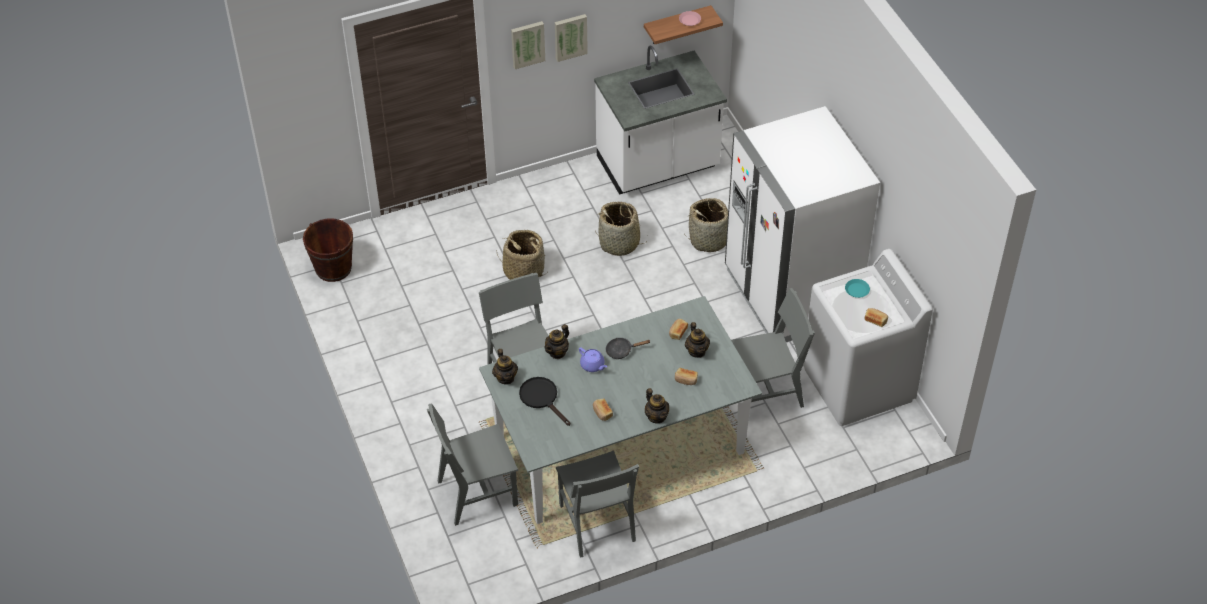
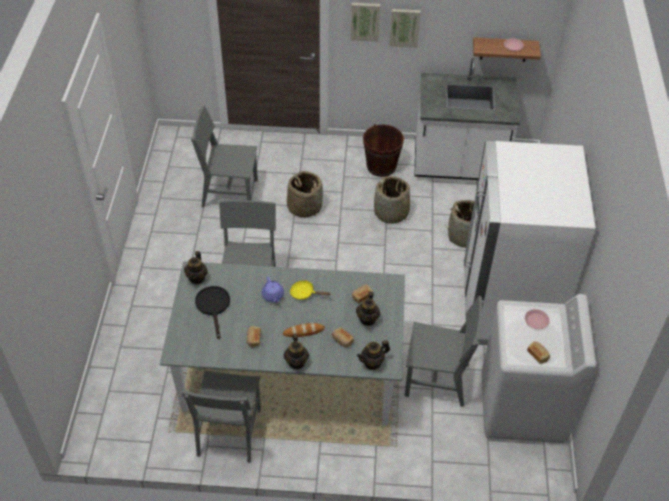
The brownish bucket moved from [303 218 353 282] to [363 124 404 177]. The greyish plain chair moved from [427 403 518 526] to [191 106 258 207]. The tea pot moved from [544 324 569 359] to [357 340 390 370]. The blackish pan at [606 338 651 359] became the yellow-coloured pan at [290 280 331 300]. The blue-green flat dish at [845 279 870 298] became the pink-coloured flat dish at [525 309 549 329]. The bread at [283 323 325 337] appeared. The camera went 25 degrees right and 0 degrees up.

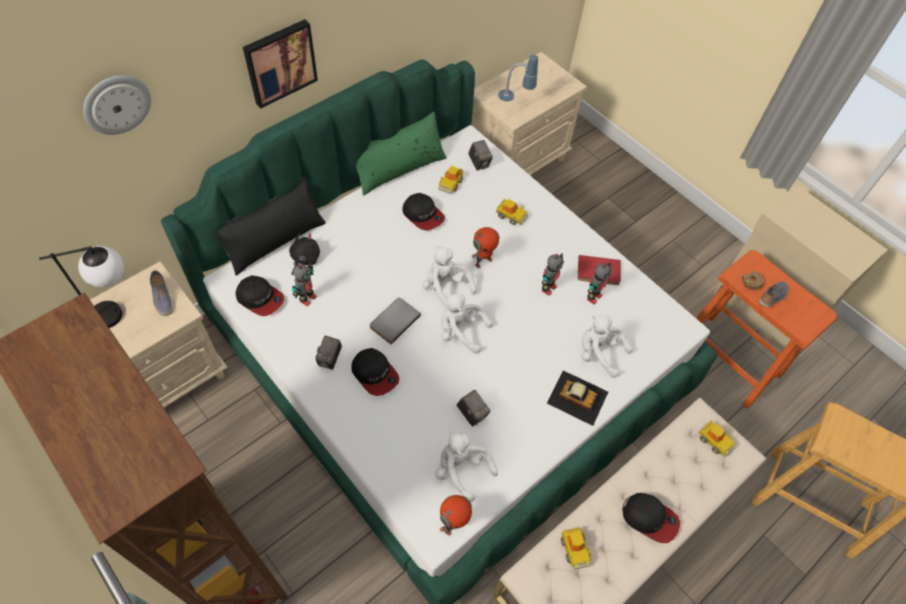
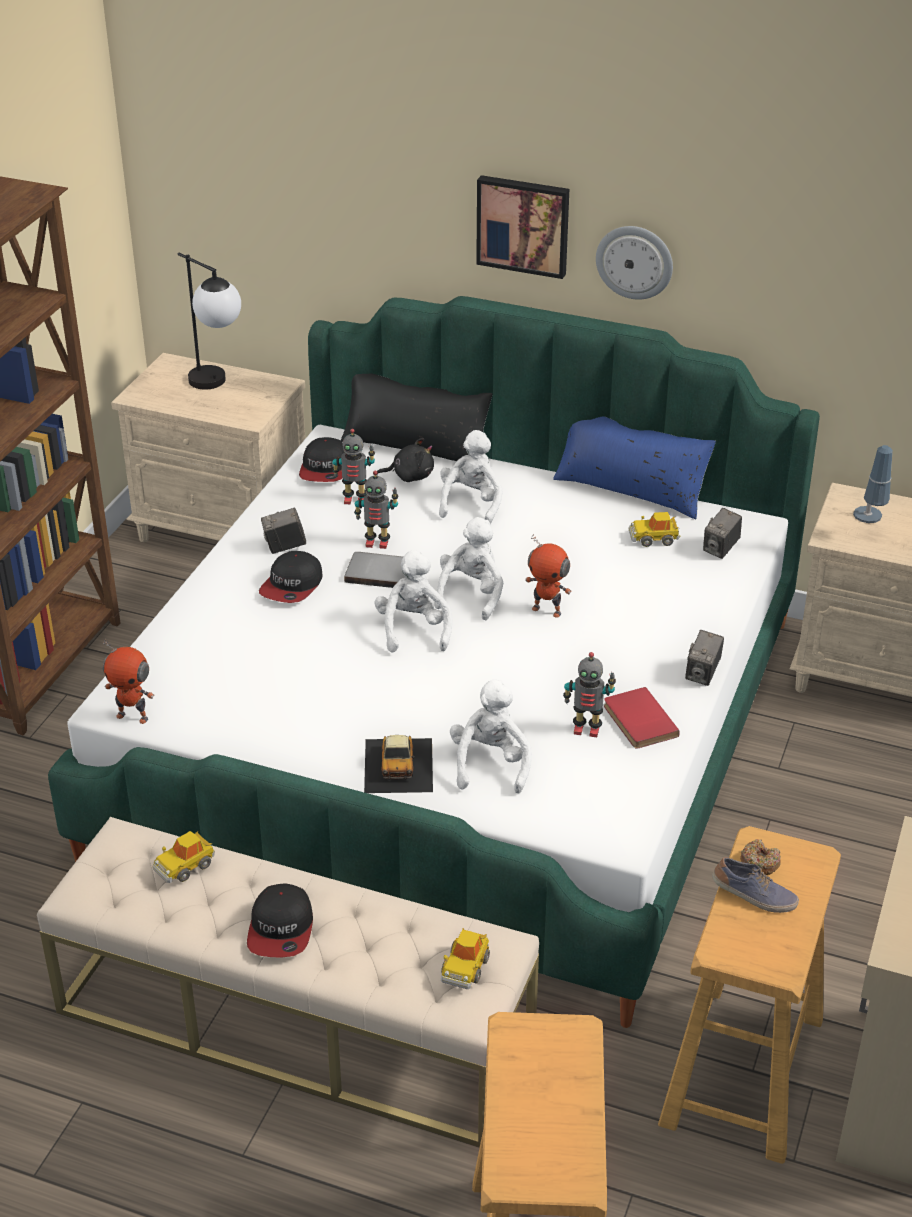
The clock on the wall moved from [83 75 151 135] to [596 226 673 300]. The low shoe at [150 270 173 316] disappeared. The greenish cushion at [356 112 447 196] became the blue-coloured cushion at [553 416 716 519]. The cap at [403 193 445 231] disappeared. The whitish plush toy moved from [435 431 498 502] to [439 430 503 524]. The still camera moved from [457 390 491 427] to [685 630 724 686]. The miniature car at [496 198 528 225] disappeared. The model robot moved from [542 253 564 296] to [354 471 398 549]. The orange-coloured sitting stool at [696 250 838 409] became the beige-coloured sitting stool at [658 826 841 1164]. The camera went 65 degrees right and 20 degrees down.

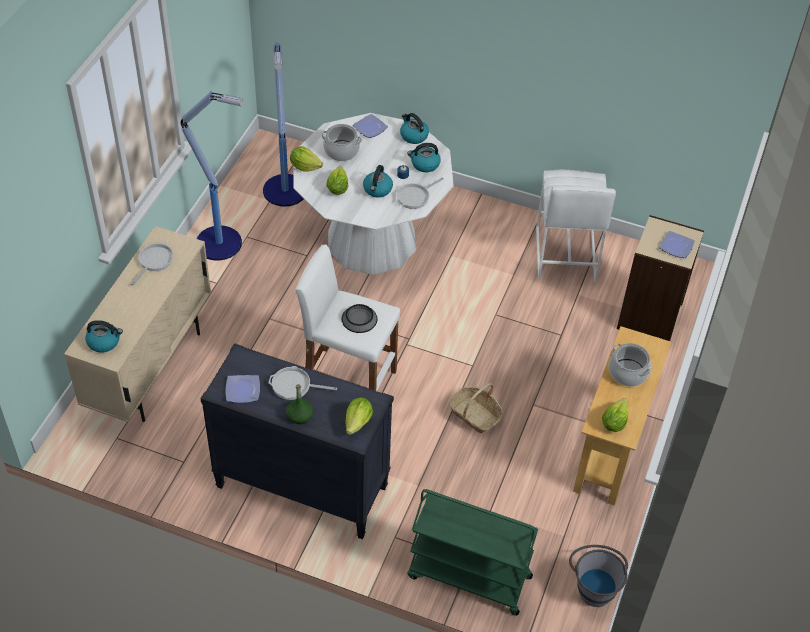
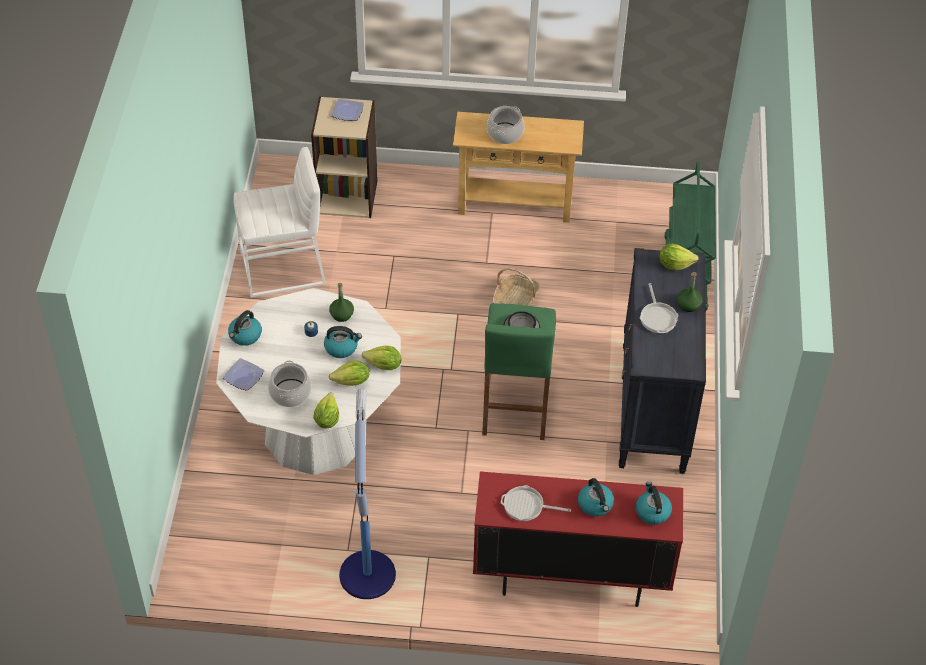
The beige-coloured storage cabinet at [64 226 211 422] became the reddish storage cabinet at [473 471 683 607]. The flat dish at [226 375 260 403] disappeared. The floor lamp at [263 43 304 206] disappeared. The whitish sitting stool at [296 245 400 391] became the greenish sitting stool at [482 303 556 440]. The pan at [396 177 444 209] was replaced by the greenish bottle at [329 283 354 322]. The kettle moved from [407 143 441 172] to [578 478 614 516]. The greyish bucket at [569 545 628 607] disappeared. The head of lettuce moved from [602 398 628 432] to [362 346 401 370]. The camera went 105 degrees left and 0 degrees up.

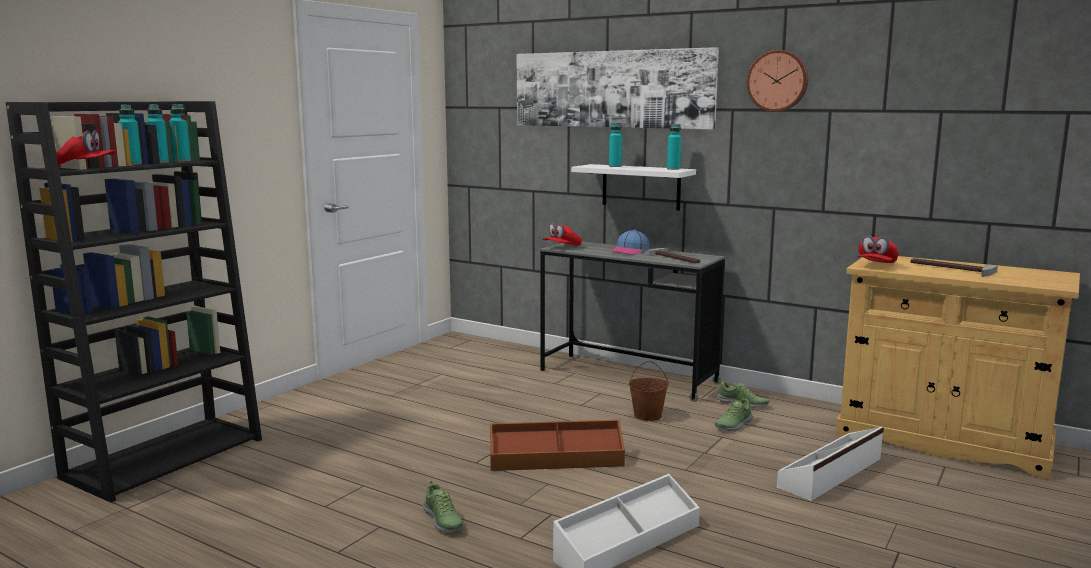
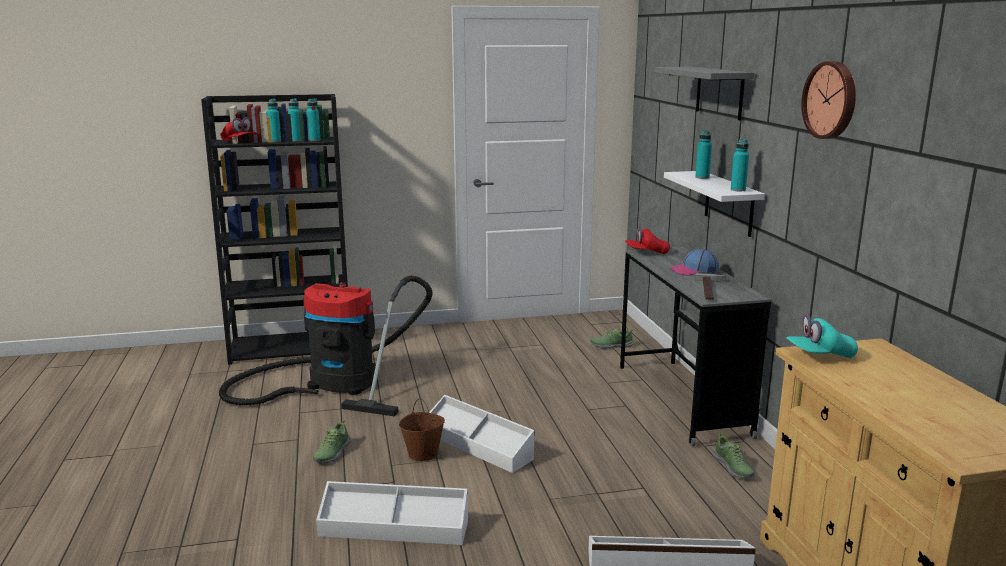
The brownish storage bin at [490 420 625 471] became the whitish storage bin at [429 395 535 473]. The picture at [517 47 719 130] was replaced by the greyish wall shelf at [655 67 754 120]. The brownish bucket moved from [629 361 669 421] to [399 398 445 461]. The low shoe moved from [715 397 753 432] to [590 328 633 349]. The reddish cap at [857 235 899 263] became the blue-green cap at [786 314 858 358]. The hand hammer at [910 258 998 277] disappeared. The vacuum at [219 275 432 417] appeared. The camera went 45 degrees right and 5 degrees up.

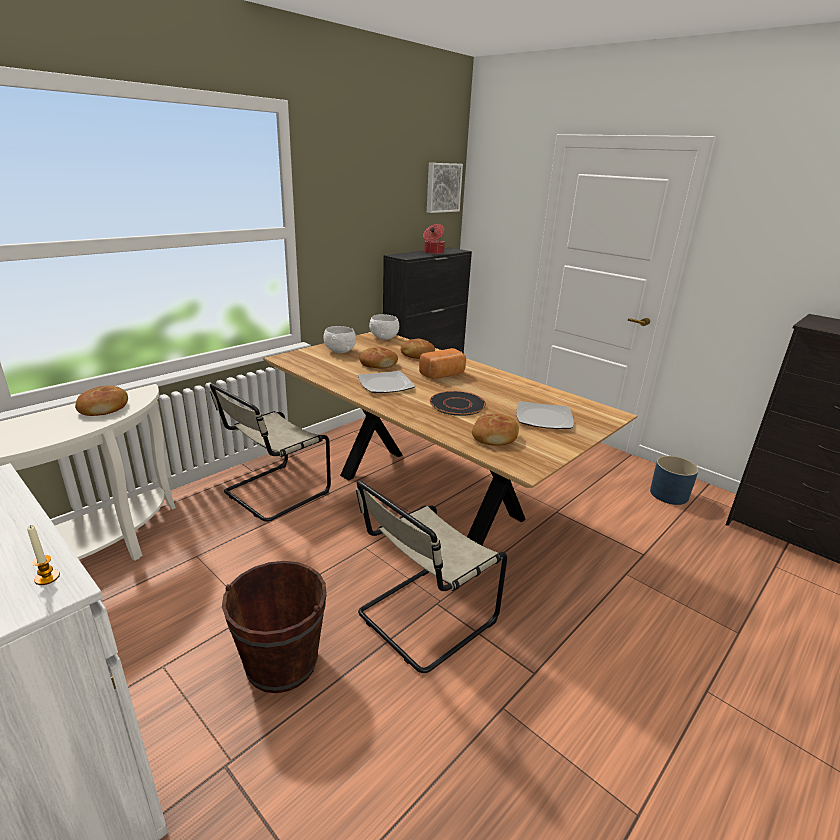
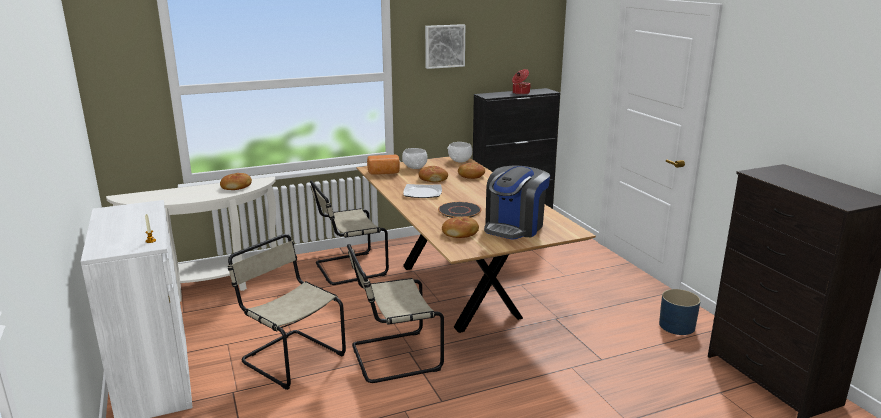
The brownish bucket at [222 561 327 693] was replaced by the beige-coloured plain chair at [228 234 346 390]. The bread moved from [419 348 466 379] to [367 155 400 175]. The picture moved from [427 163 463 213] to [425 24 465 69]. The flat dish at [516 401 574 429] was replaced by the coffee machine at [484 166 550 240]. The camera went 25 degrees right and 5 degrees down.

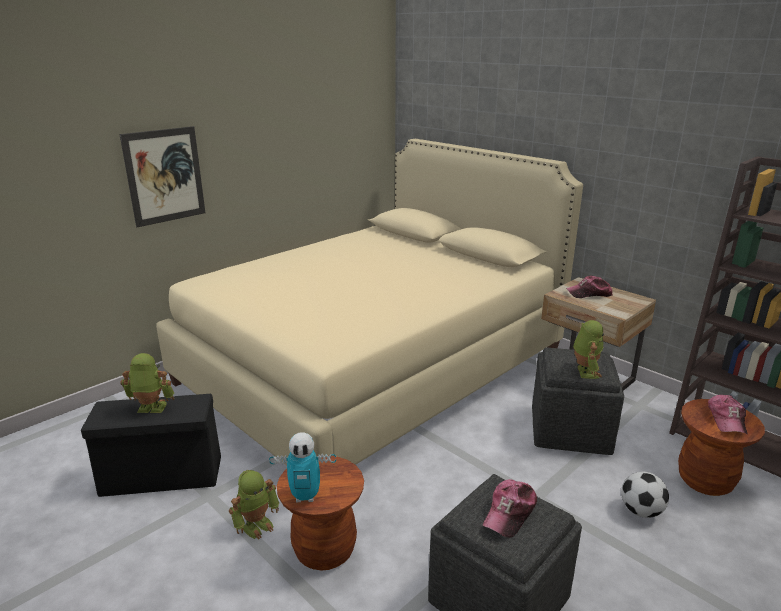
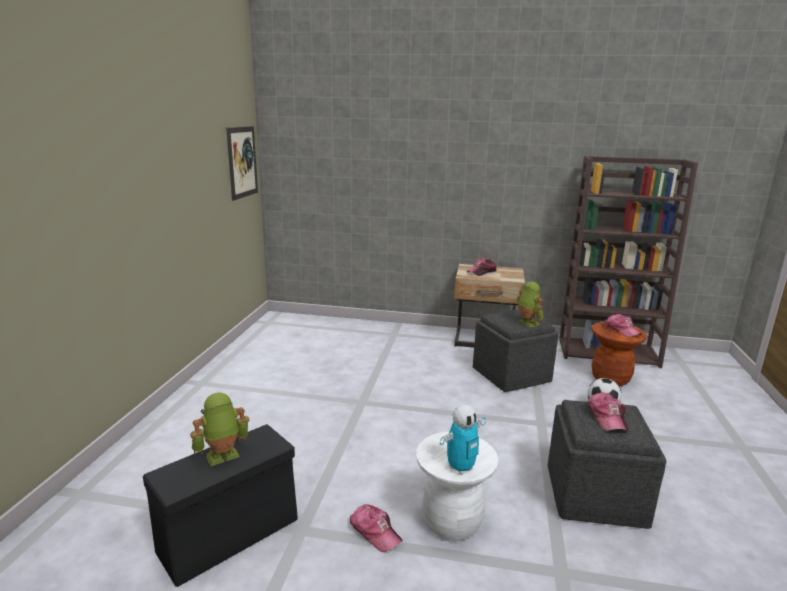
The picture moved from [120 126 205 227] to [226 126 258 201]. The beige-coloured sleeping bed at [156 139 583 465] disappeared. The model robot at [229 470 279 539] was replaced by the cap at [350 504 403 552]. The brownish sitting stool at [277 455 364 571] became the whitish sitting stool at [416 432 498 541]. The camera went 35 degrees left and 5 degrees down.

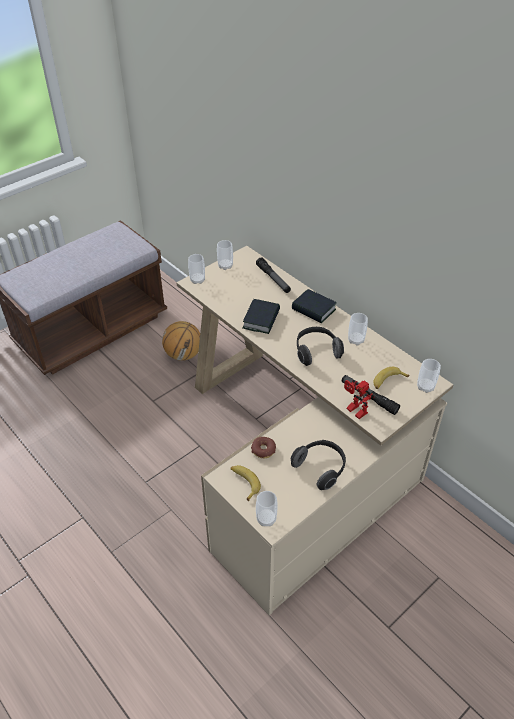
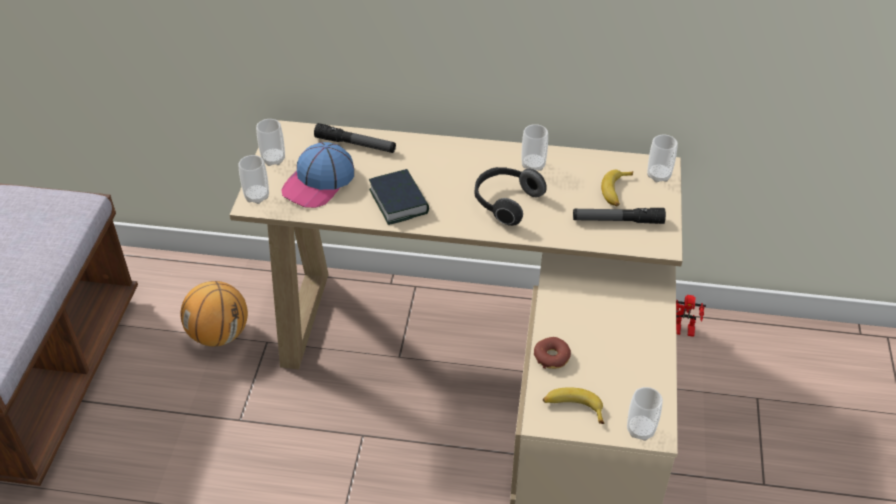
The headphones at [291 440 346 490] disappeared. The bound book at [292 289 337 323] disappeared. The model robot moved from [344 380 374 419] to [676 295 706 337]. The cap at [281 142 354 208] appeared. The camera went 40 degrees left and 0 degrees up.

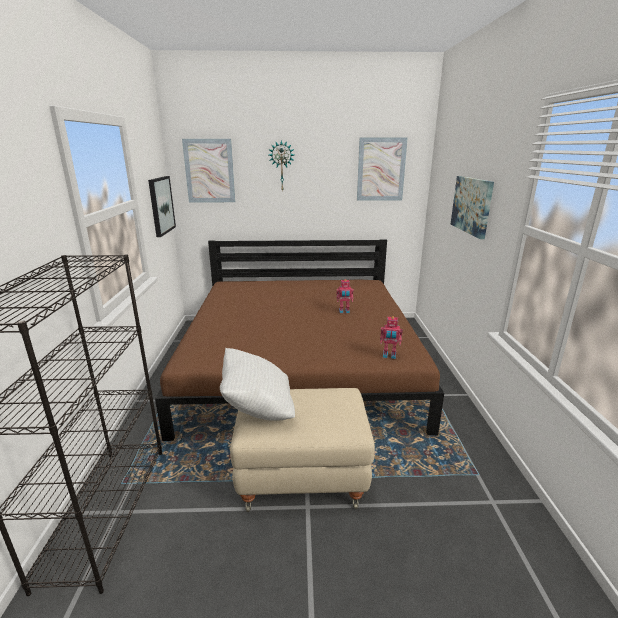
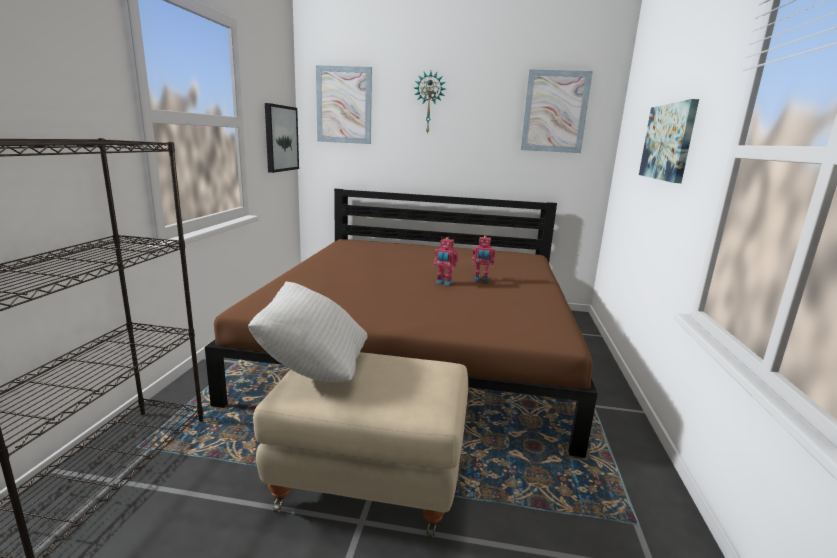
The model robot moved from [380 316 403 359] to [433 237 458 285]. The camera went 10 degrees right and 5 degrees down.

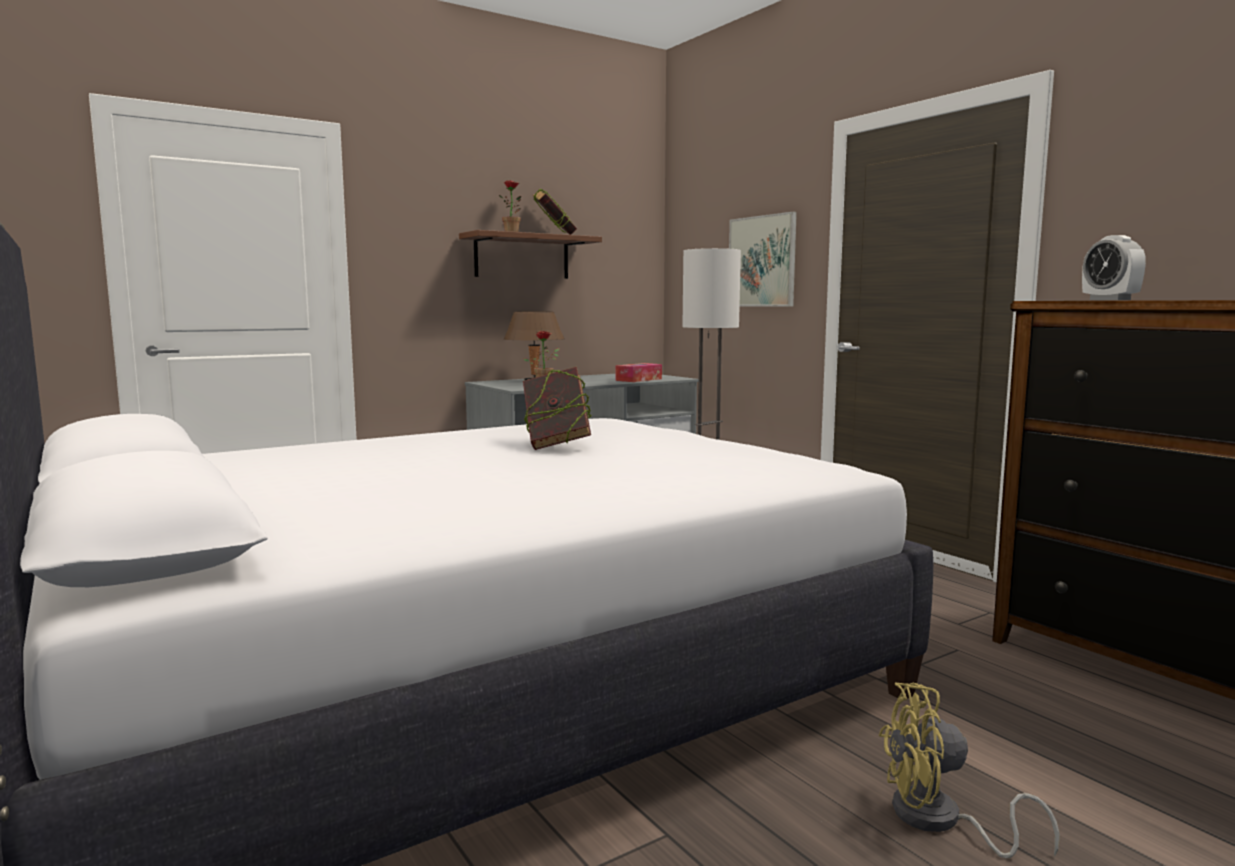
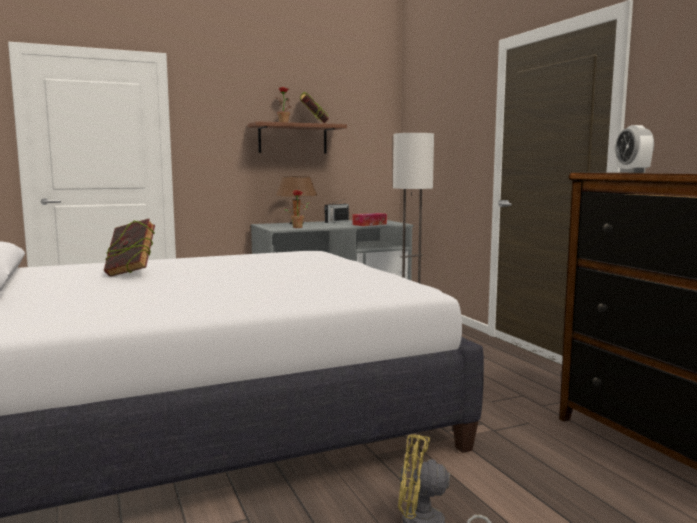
The bound book moved from [523 367 592 450] to [103 219 155 277]. The picture at [729 212 797 307] disappeared. The radio at [324 200 349 223] appeared. The camera went 10 degrees right and 0 degrees up.

